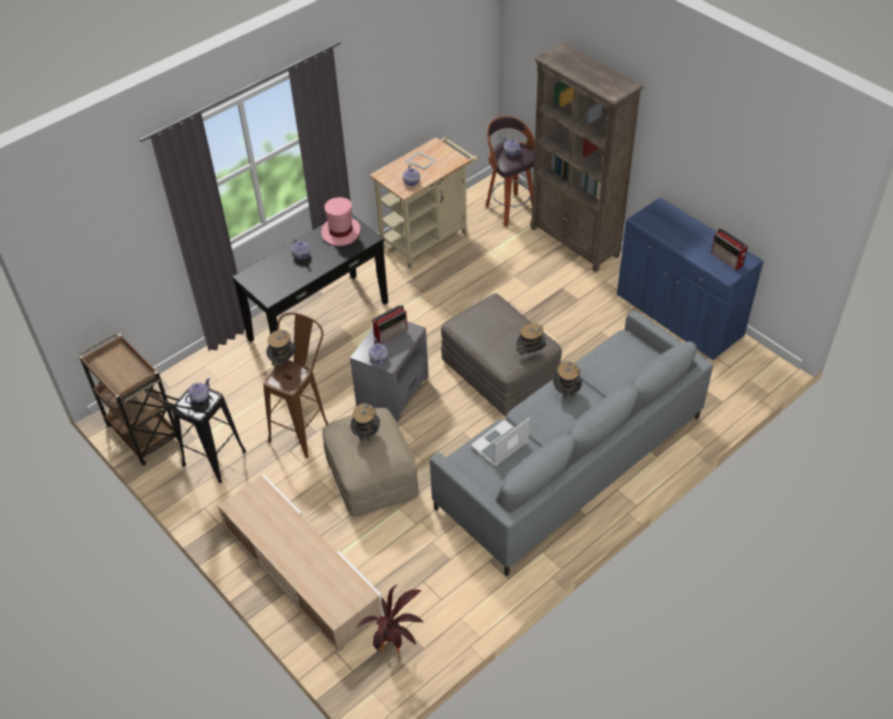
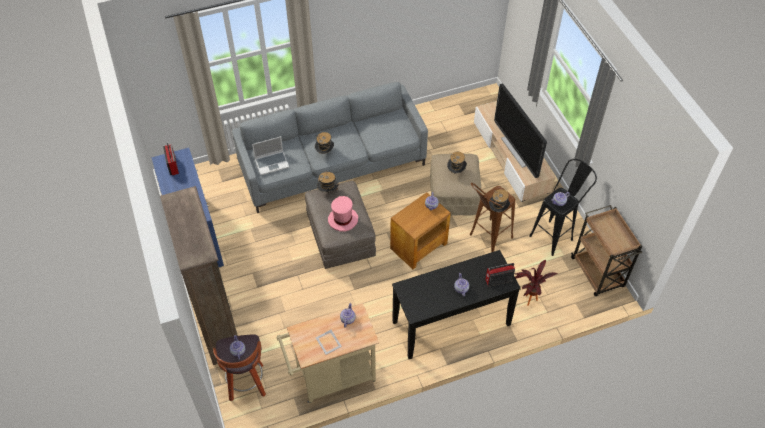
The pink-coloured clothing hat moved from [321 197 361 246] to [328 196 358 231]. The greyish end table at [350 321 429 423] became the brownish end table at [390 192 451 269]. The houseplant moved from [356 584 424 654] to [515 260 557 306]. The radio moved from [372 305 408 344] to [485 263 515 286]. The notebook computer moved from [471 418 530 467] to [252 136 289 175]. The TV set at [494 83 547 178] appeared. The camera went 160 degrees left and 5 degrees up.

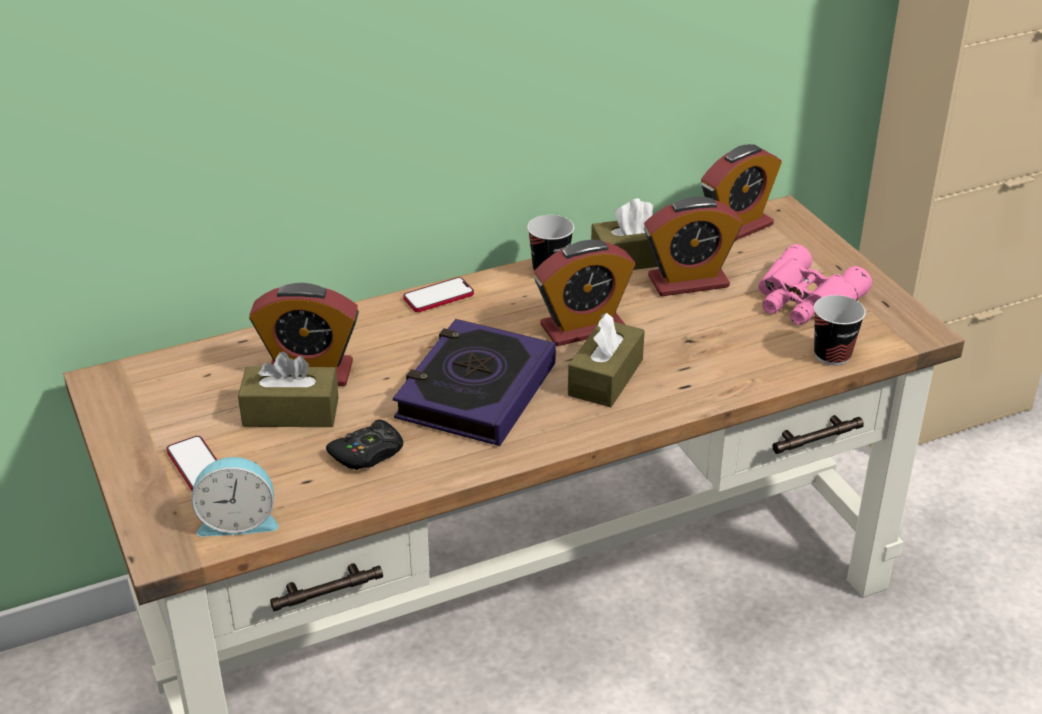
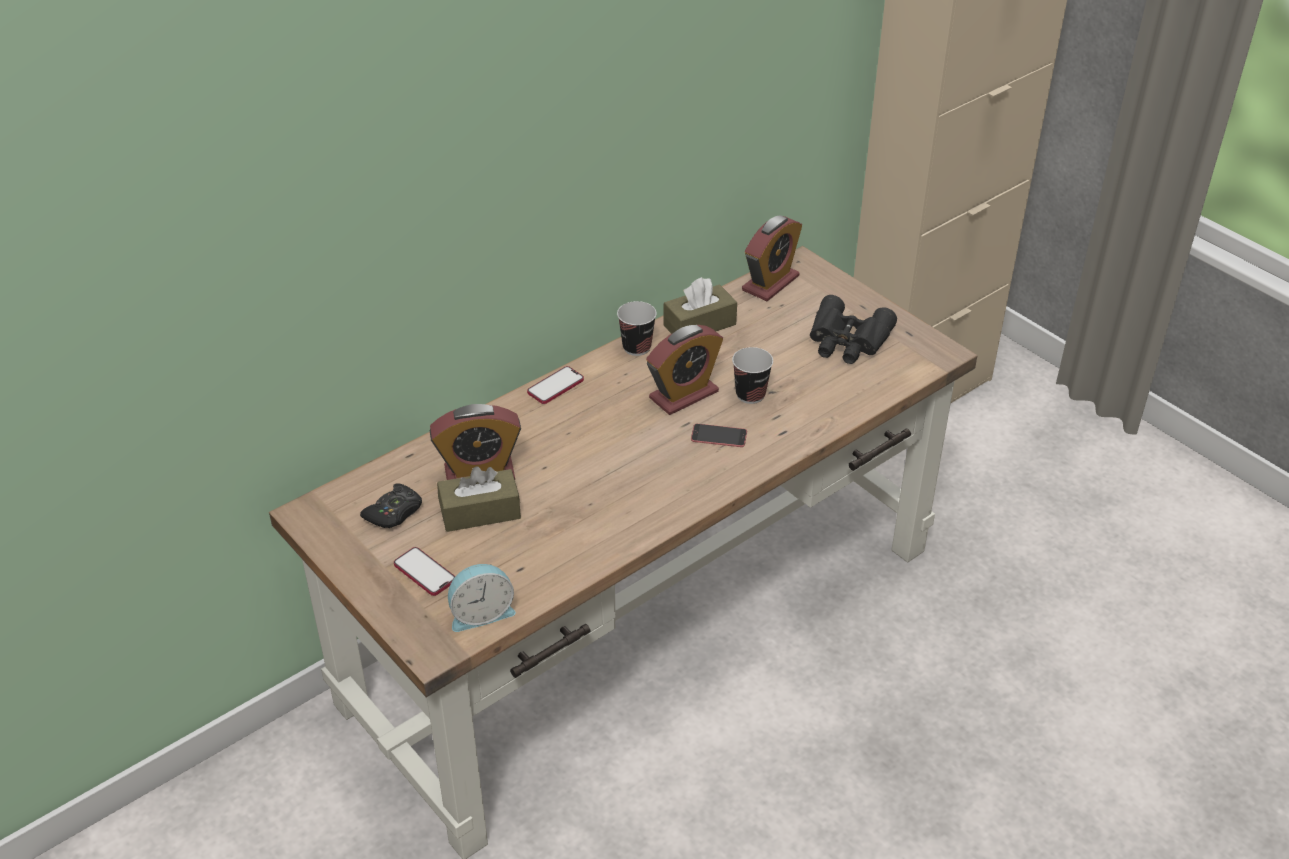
The blackish game controller moved from [326 419 403 470] to [360 483 422 528]. The bound book at [393 319 556 446] disappeared. The brownish tissue box at [568 313 645 407] was replaced by the telephone at [691 424 747 447]. The bedside clock at [644 197 743 296] disappeared. The pink-coloured binoculars at [758 244 872 325] became the blackish binoculars at [810 295 897 364]. The cup moved from [814 295 866 366] to [732 347 773 404]. The camera went 15 degrees left and 5 degrees up.

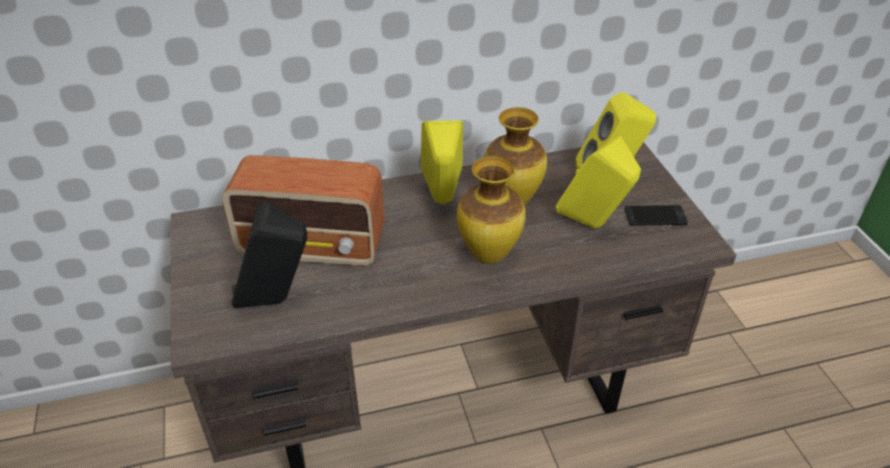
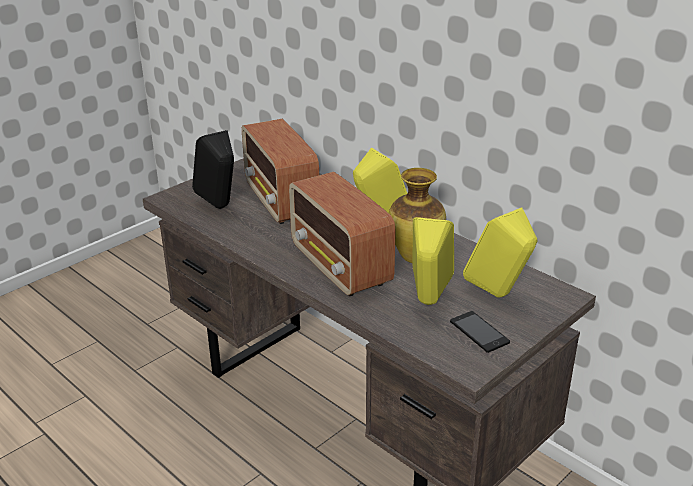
The flower vase at [457 156 526 264] was replaced by the radio at [289 172 396 297]. The camera went 60 degrees right and 10 degrees down.

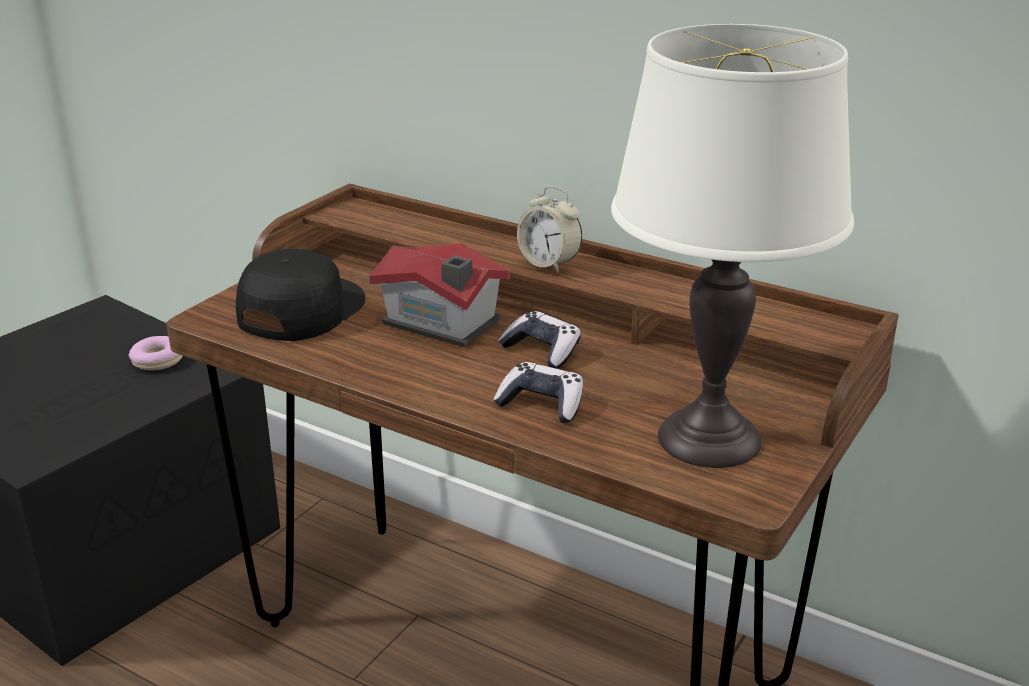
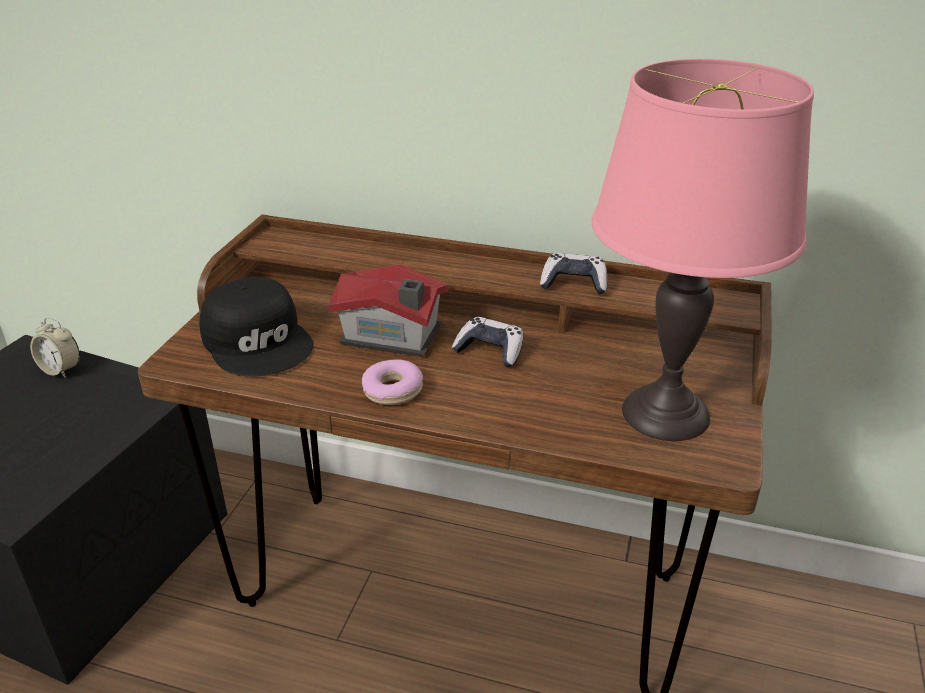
The donut moved from [129 336 183 370] to [362 359 423 405]. The blackish cap at [236 249 365 341] turned 135 degrees clockwise. The game controller moved from [493 362 583 423] to [540 253 607 294]. The bedside clock moved from [517 186 582 273] to [30 318 80 378]. The whitish table lamp at [611 24 854 468] became the pink-coloured table lamp at [592 59 814 441]. The camera went 15 degrees left and 5 degrees up.

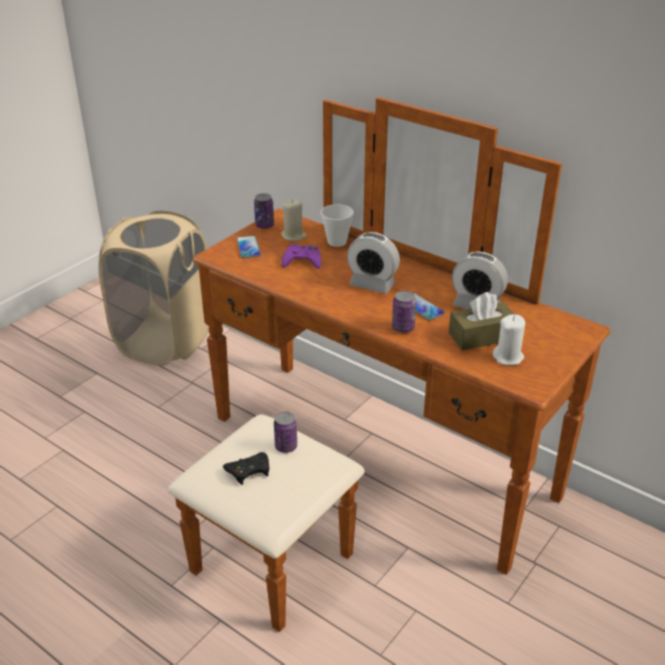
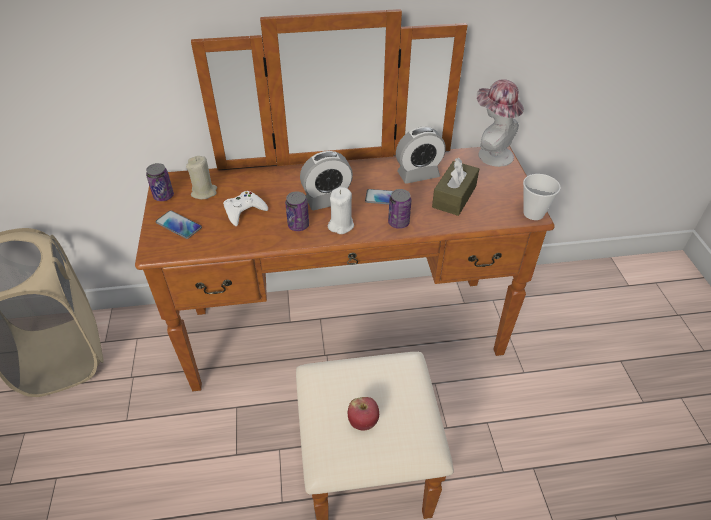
The blackish game controller at [223 452 269 485] was replaced by the whole apple at [348 397 379 430]. The can moved from [274 412 297 453] to [285 191 309 231]. The purplish game controller at [281 244 321 269] became the whitish game controller at [223 191 268 226]. The cup moved from [321 204 354 247] to [523 174 561 220]. The whitish candle moved from [493 315 525 365] to [328 187 354 234]. The clothing hat at [477 79 524 167] appeared. The camera went 45 degrees left and 10 degrees up.

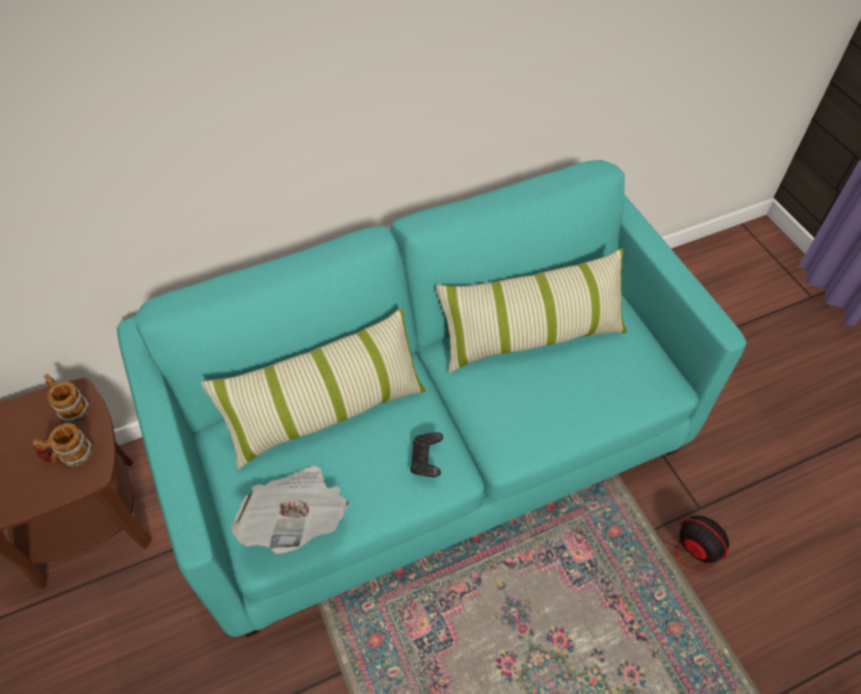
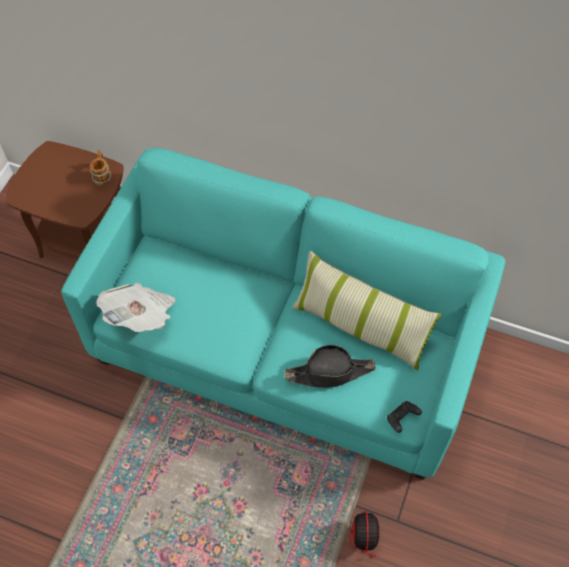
The coffee mug at [33 423 93 467] disappeared. The cushion at [201 308 426 469] disappeared. The blackish game controller moved from [410 432 443 477] to [387 401 422 433]. The blackish clothing hat at [285 345 376 388] appeared. The camera went 45 degrees right and 5 degrees up.

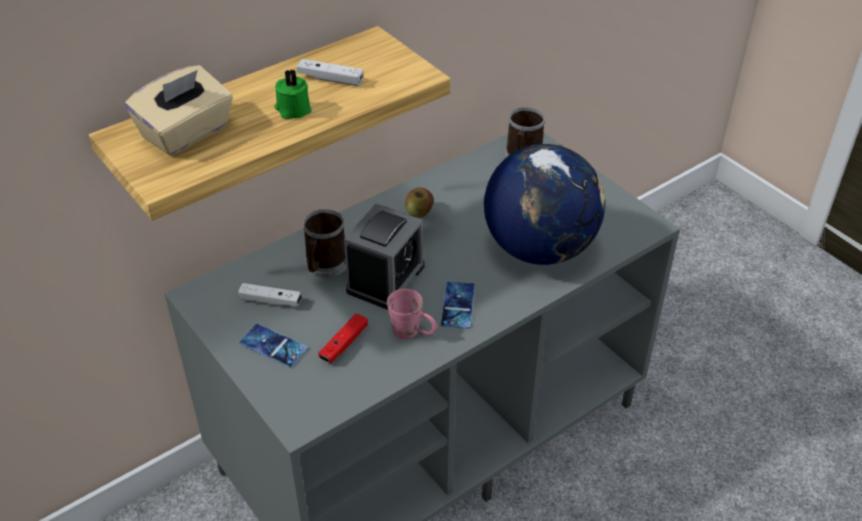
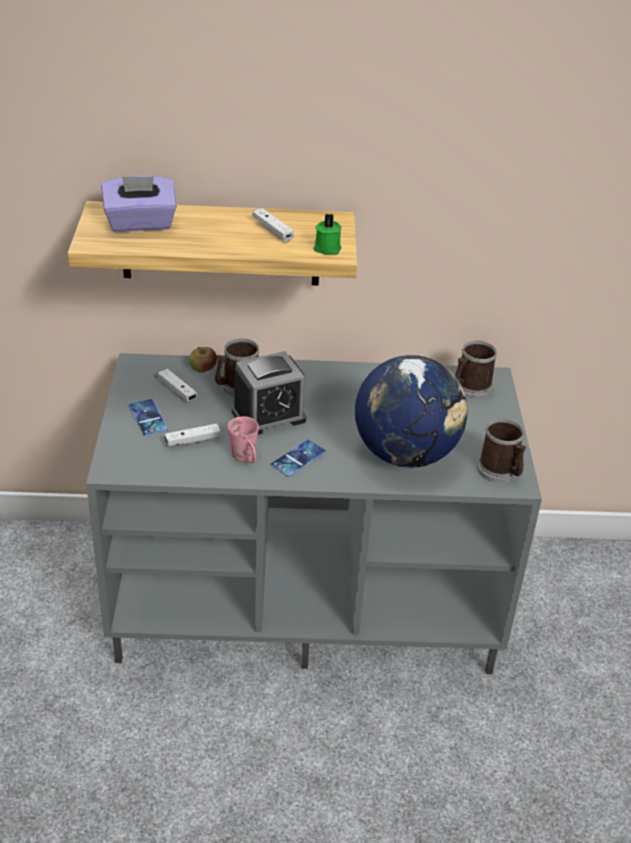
The beige-coloured tissue box at [125 65 233 155] became the purplish tissue box at [101 175 177 232]. The greenish candle moved from [274 69 312 119] to [313 214 342 255]. The reddish game controller at [319 314 368 364] became the whitish game controller at [165 424 221 446]. The whole apple moved from [405 188 433 218] to [189 347 217 373]. The coffee mug at [477 419 526 483] appeared. The camera went 35 degrees right and 5 degrees down.

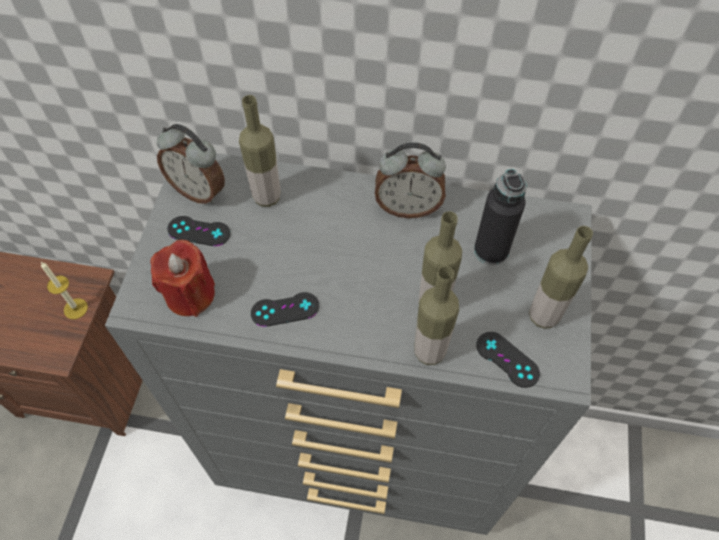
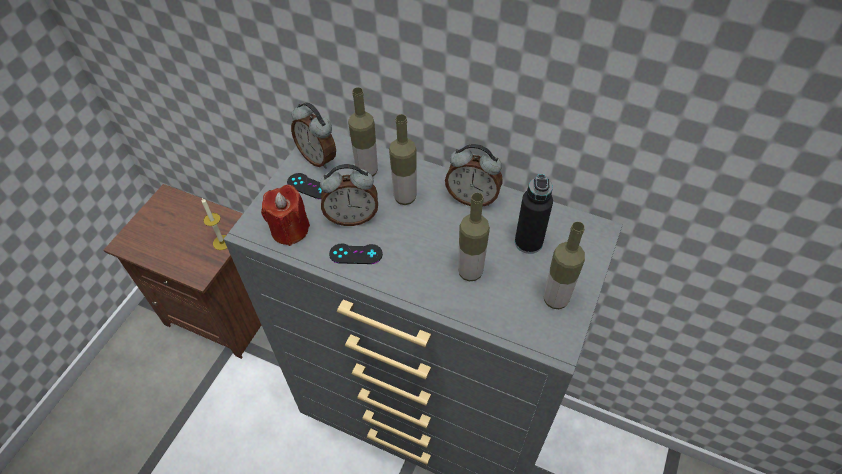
The bottle moved from [414 266 459 365] to [389 114 417 205]. The blackish game controller at [476 332 540 388] disappeared. The bedside clock at [320 164 378 226] appeared. The camera went 15 degrees right and 5 degrees down.

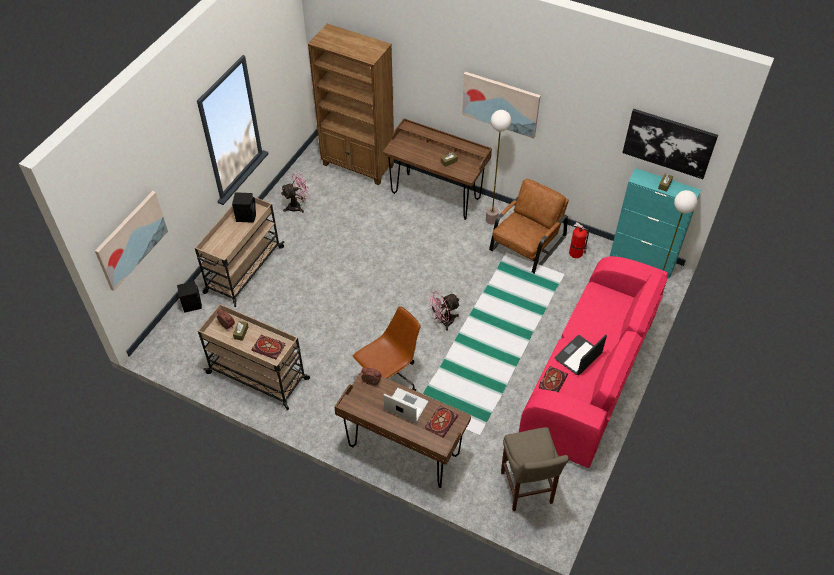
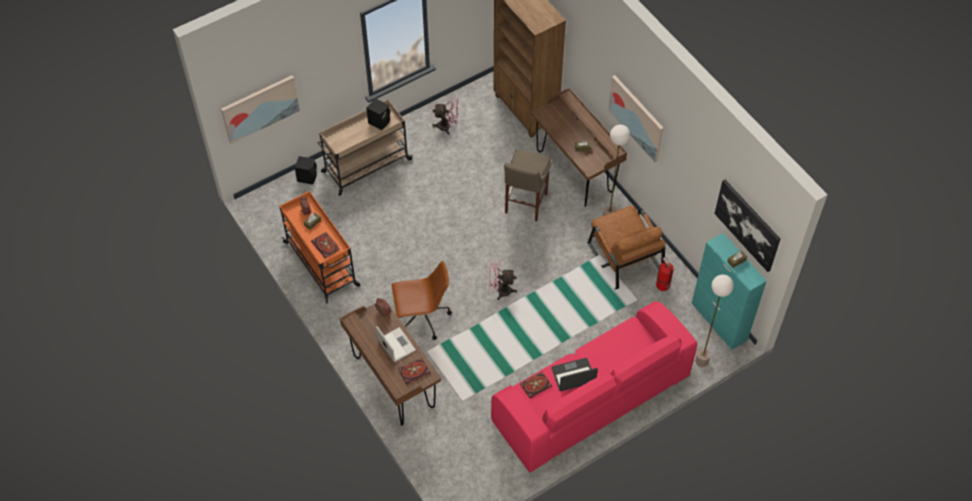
The beige-coloured wheeled cart at [198 304 310 410] became the orange-coloured wheeled cart at [279 191 360 304]. The brownish easy chair at [489 179 569 274] turned 90 degrees clockwise. The beige-coloured sitting stool moved from [501 427 569 511] to [504 149 551 221]. The camera went 30 degrees right and 5 degrees up.

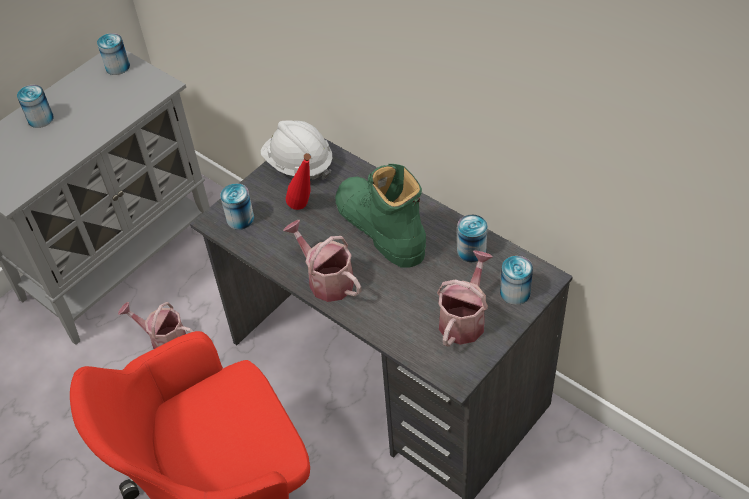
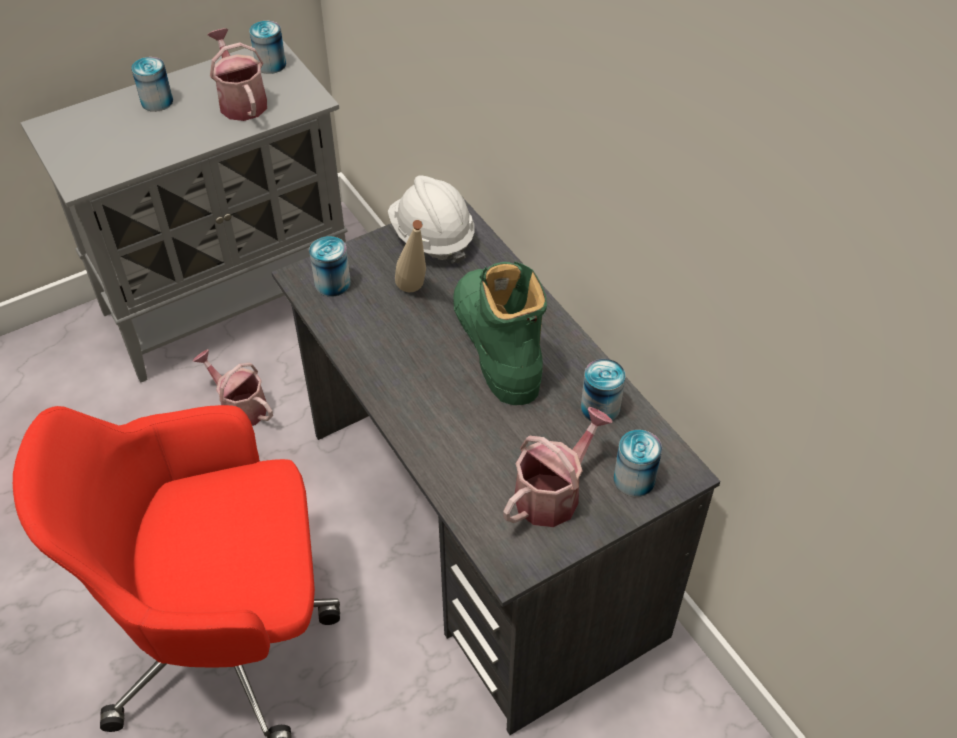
The watering pot moved from [283 220 361 302] to [207 28 267 121]. The reddish bottle at [286 153 311 210] became the beige-coloured bottle at [395 220 426 292]. The camera went 15 degrees right and 0 degrees up.

